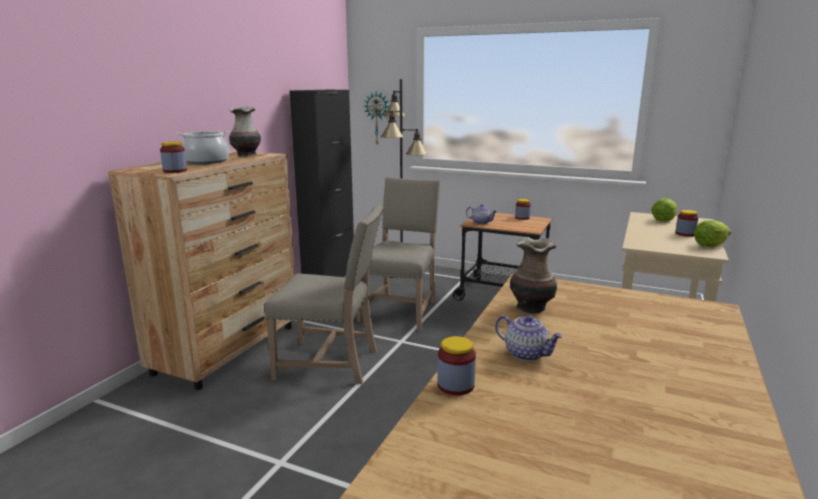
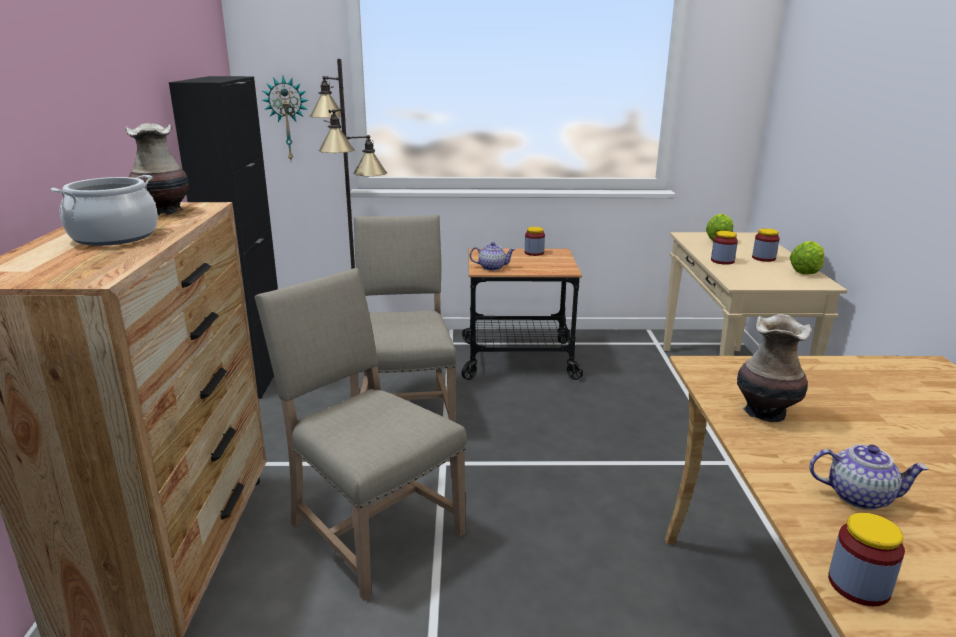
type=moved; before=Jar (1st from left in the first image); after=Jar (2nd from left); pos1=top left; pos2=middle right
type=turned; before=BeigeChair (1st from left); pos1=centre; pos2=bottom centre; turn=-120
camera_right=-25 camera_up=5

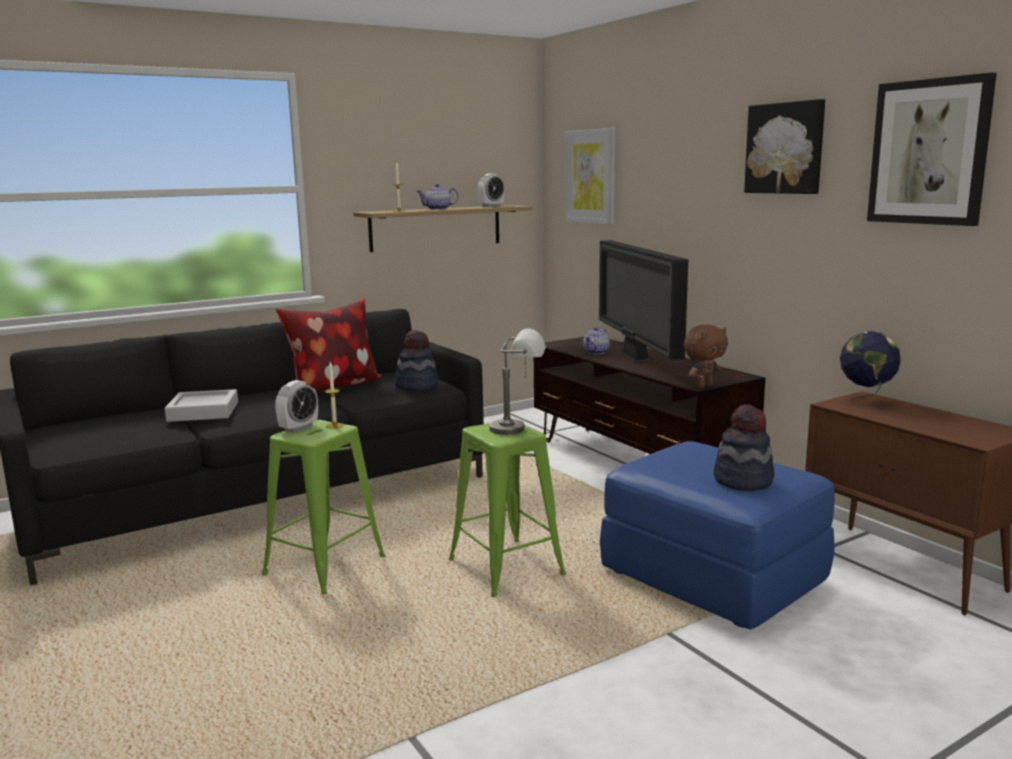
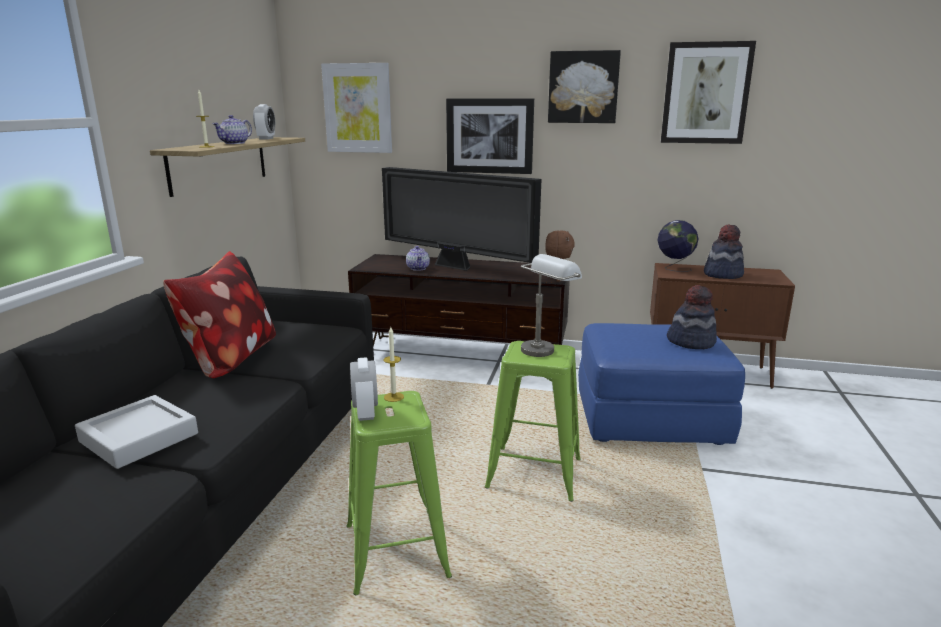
type=moved; before=Hat (1st from left in the first image); after=Hat (2nd from left); pos1=centre; pos2=middle right
type=added; after=Picture (2nd from left); pos2=top centre
camera_right=-45 camera_up=5

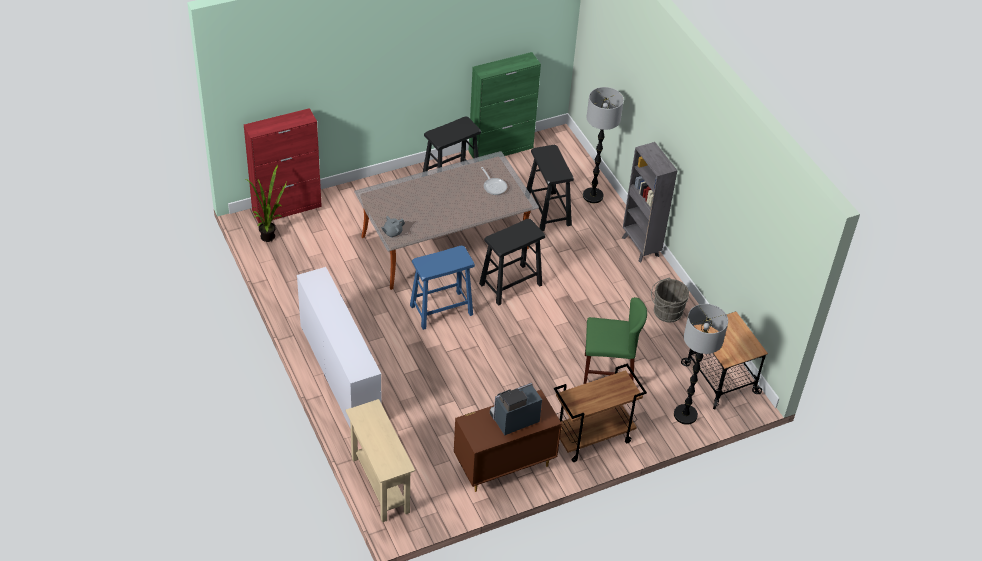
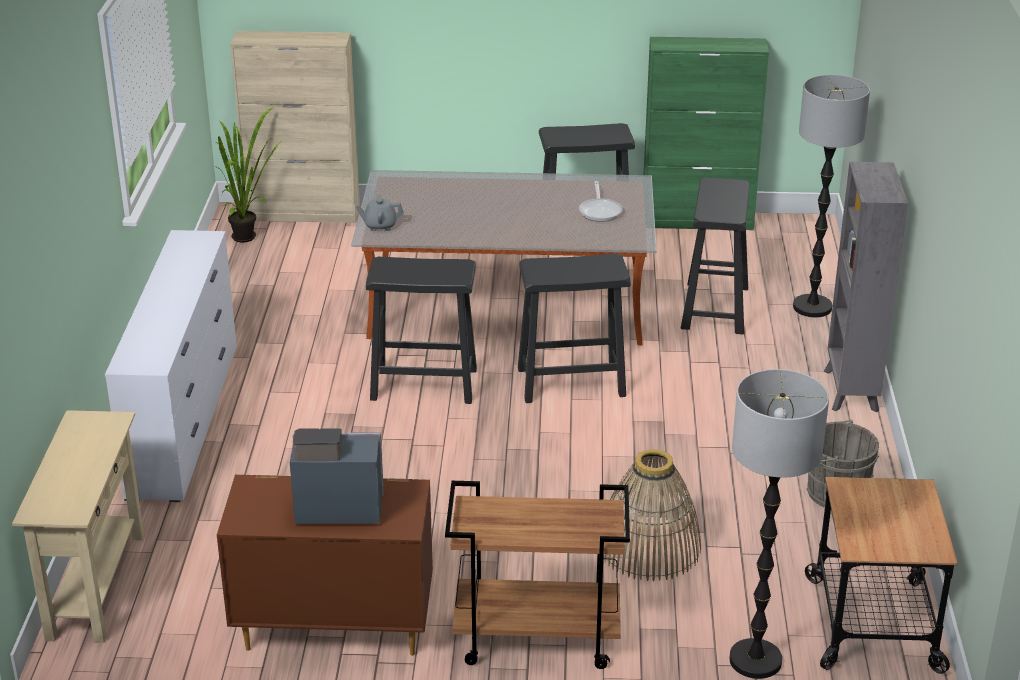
type=recoloured; before=RedCabinet; after=BeigeCabinet; pos1=top left; pos2=top left
type=recoloured; before=BlueStool; after=BlackStool (1st from left); pos1=centre; pos2=centre
type=replaced; before=GreenChair; after=Basket; pos1=centre; pos2=bottom centre
camera_right=30 camera_up=-15

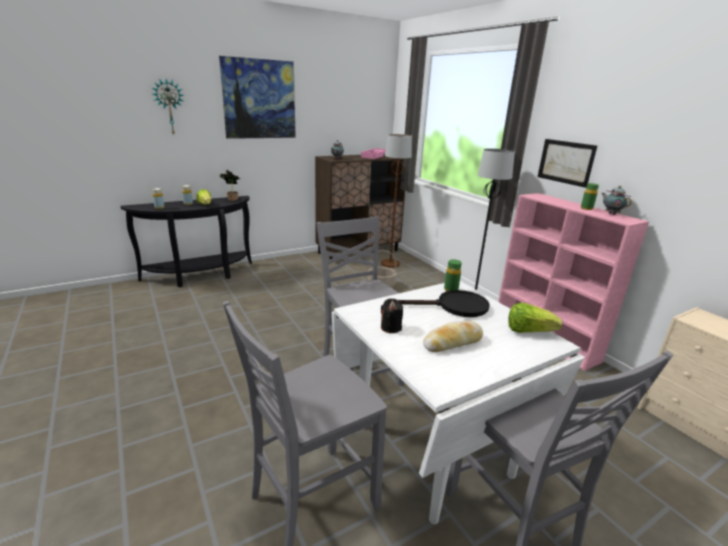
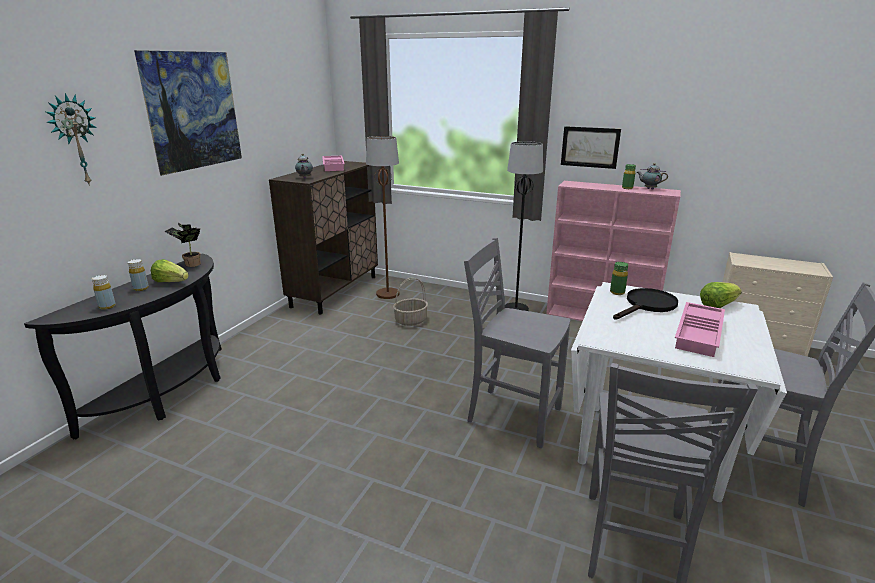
type=removed; before=BlackCandle; pos1=centre
type=replaced; before=Bread; after=PinkTray (2nd from left); pos1=centre; pos2=middle right
camera_right=-35 camera_up=0

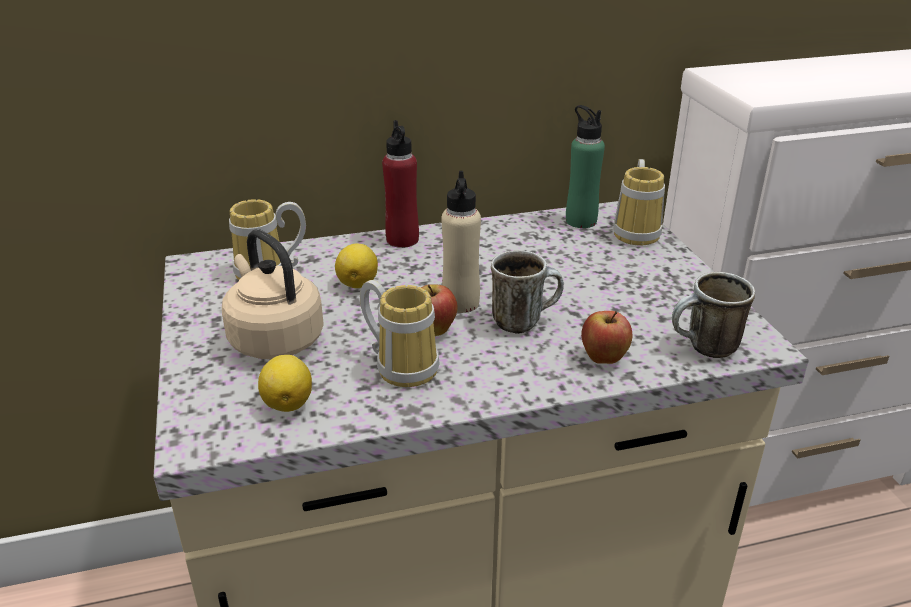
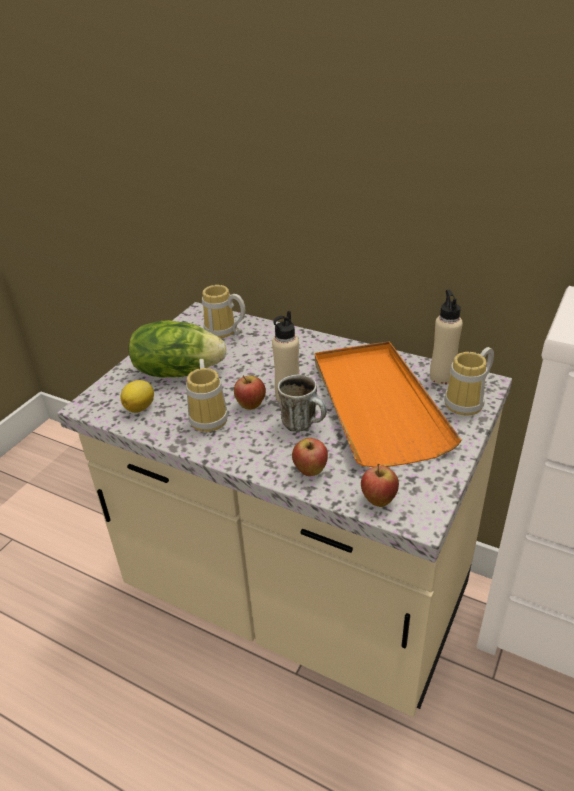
type=recoloured; before=GreenBottle; after=BeigeBottle (2nd from left); pos1=top centre; pos2=middle right
type=removed; before=RedBottle; pos1=top centre
type=replaced; before=BeigeKettle; after=Lettuce; pos1=middle left; pos2=middle left
type=removed; before=Lemon (2nd from left); pos1=centre
type=replaced; before=Mug (5th from left); after=Apple (3rd from left); pos1=middle right; pos2=centre
type=added; after=OrangeTray; pos2=middle right
camera_right=45 camera_up=5

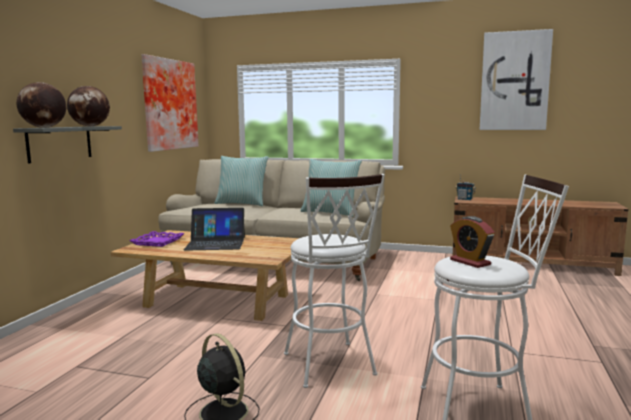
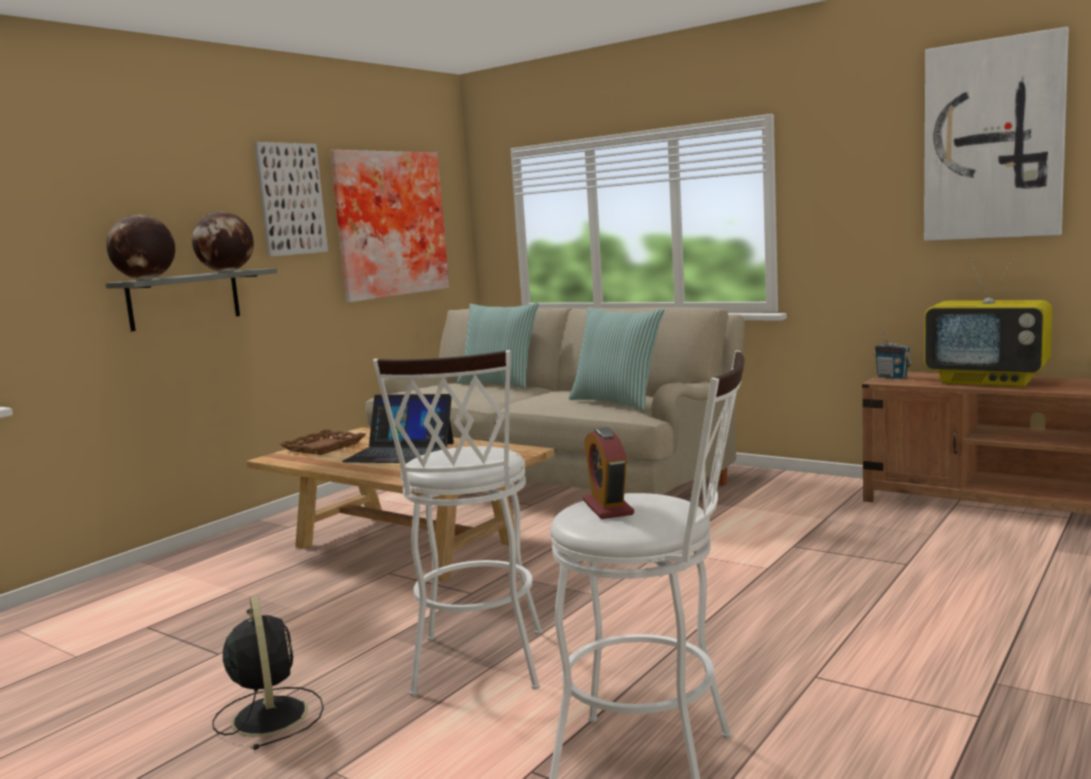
type=recoloured; before=PurpleTray; after=BrownTray; pos1=middle left; pos2=middle left
type=added; after=Picture (1st from left); pos2=top left
type=added; after=Television; pos2=middle right
camera_right=20 camera_up=0

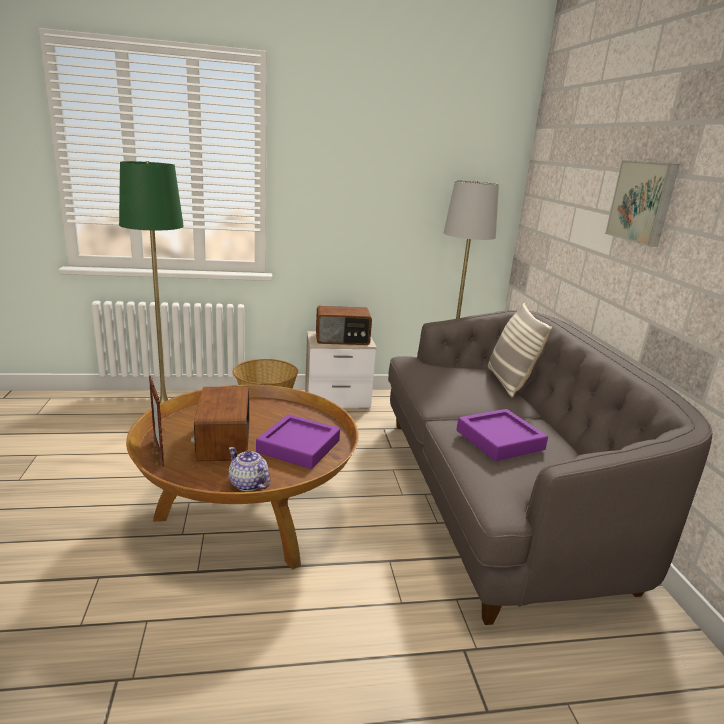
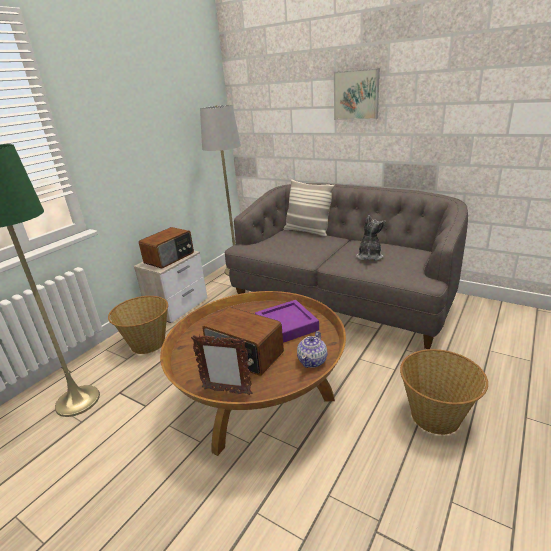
type=replaced; before=PurpleTray (2nd from left); after=PlushToy; pos1=middle right; pos2=middle right
type=turned; before=Teapot; pos1=centre; pos2=centre; turn=-60
type=added; after=Basket (2nd from left); pos2=bottom right
camera_right=-45 camera_up=5

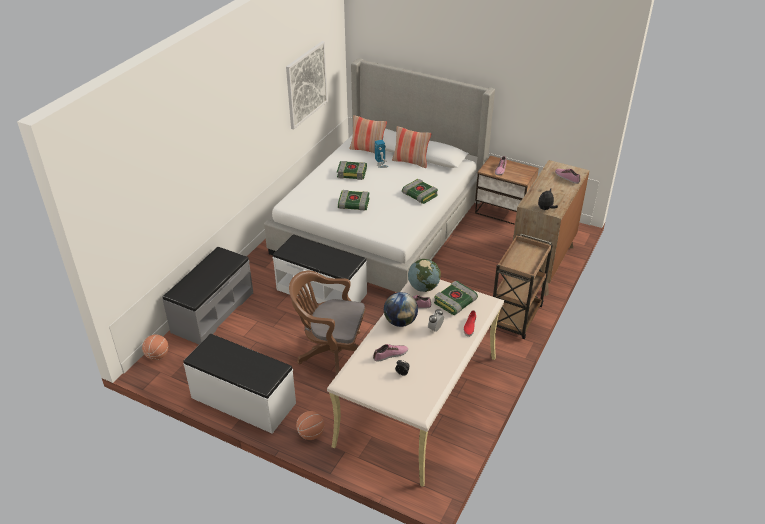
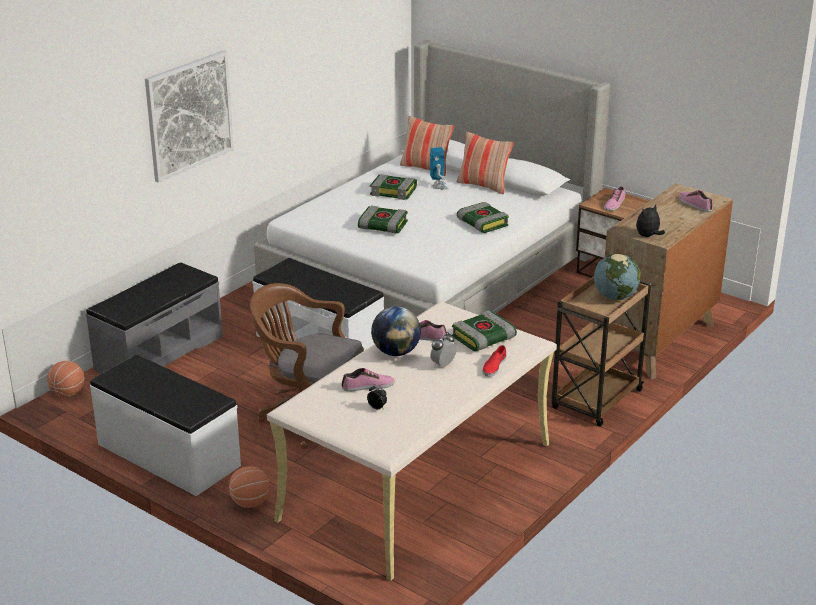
type=moved; before=Picture; pos1=top centre; pos2=top left
type=moved; before=Globe (2nd from left); pos1=centre; pos2=middle right
camera_right=10 camera_up=-10

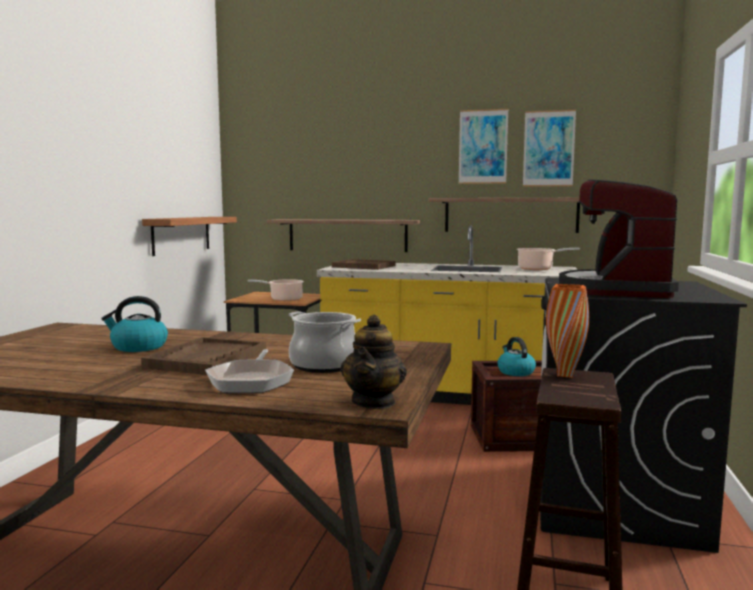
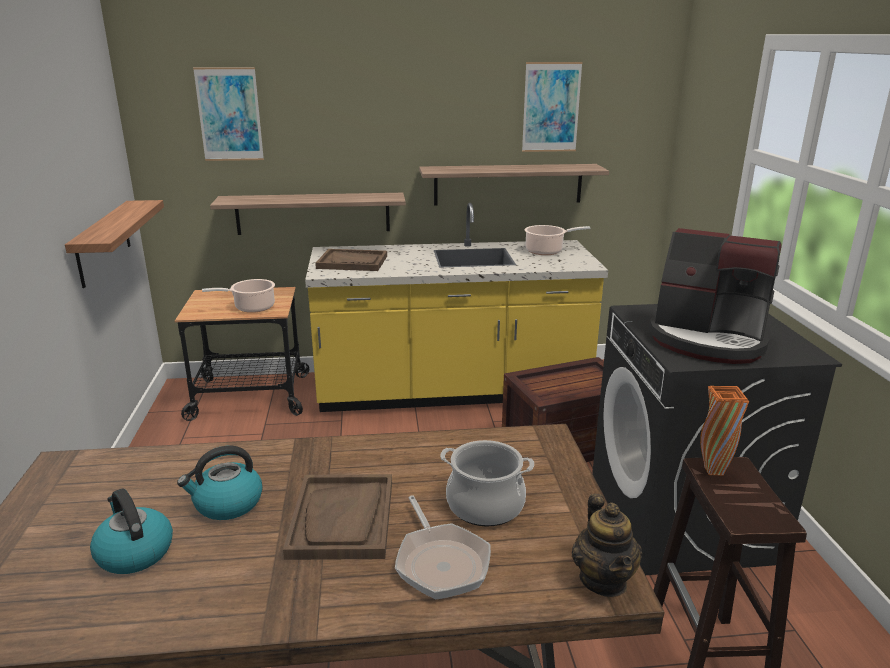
type=moved; before=Picture (1st from left); pos1=top centre; pos2=top left
type=turned; before=CoffeeMachine; pos1=middle right; pos2=middle right; turn=-60
type=moved; before=Kettle (2nd from left in the first image); after=Kettle (1st from left); pos1=middle right; pos2=bottom left
camera_right=-20 camera_up=15

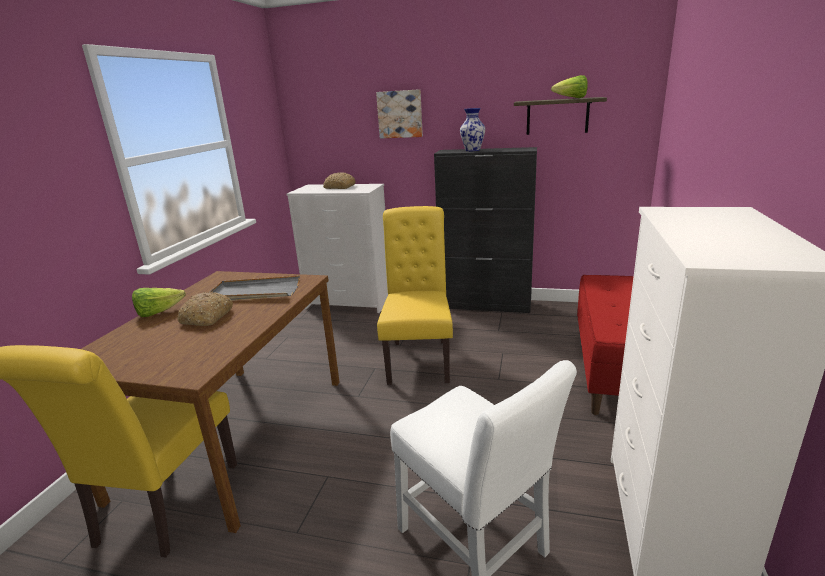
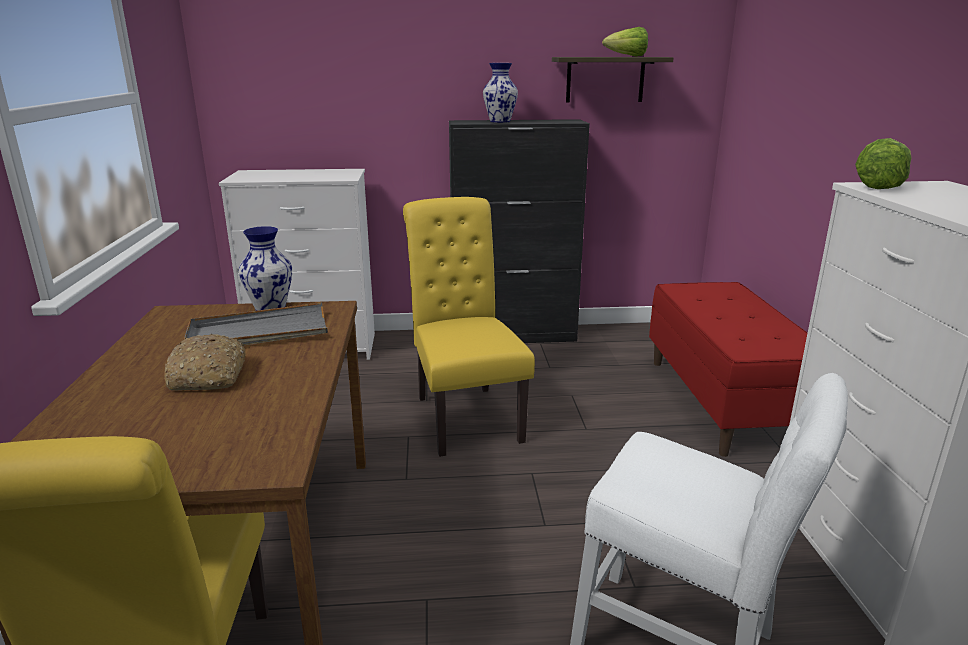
type=removed; before=Picture; pos1=top centre
type=removed; before=Bread (2nd from left); pos1=top centre
type=moved; before=Lettuce (1st from left in the first image); after=Lettuce (2nd from left); pos1=middle left; pos2=top right
type=added; after=Vase (1st from left); pos2=middle left
camera_right=-20 camera_up=0

